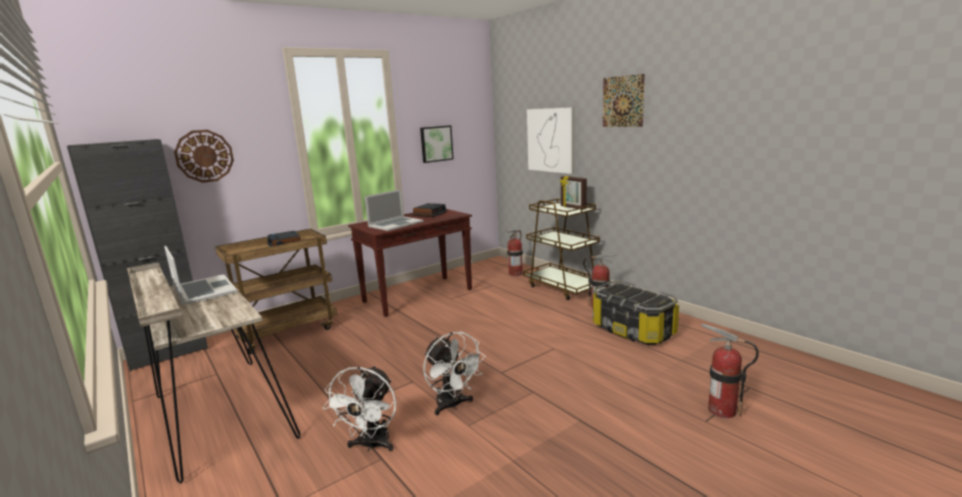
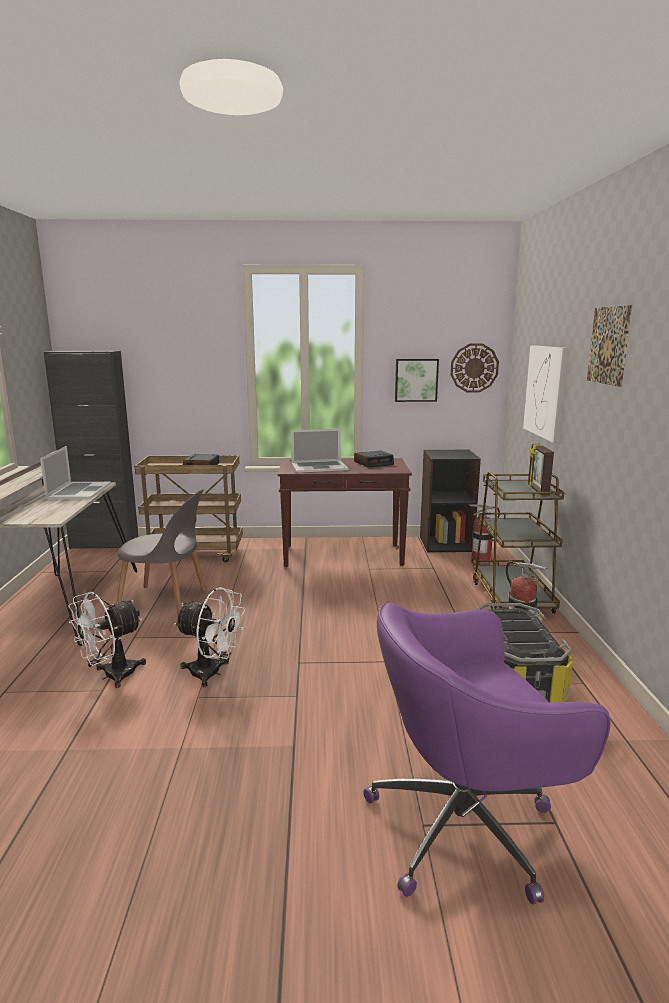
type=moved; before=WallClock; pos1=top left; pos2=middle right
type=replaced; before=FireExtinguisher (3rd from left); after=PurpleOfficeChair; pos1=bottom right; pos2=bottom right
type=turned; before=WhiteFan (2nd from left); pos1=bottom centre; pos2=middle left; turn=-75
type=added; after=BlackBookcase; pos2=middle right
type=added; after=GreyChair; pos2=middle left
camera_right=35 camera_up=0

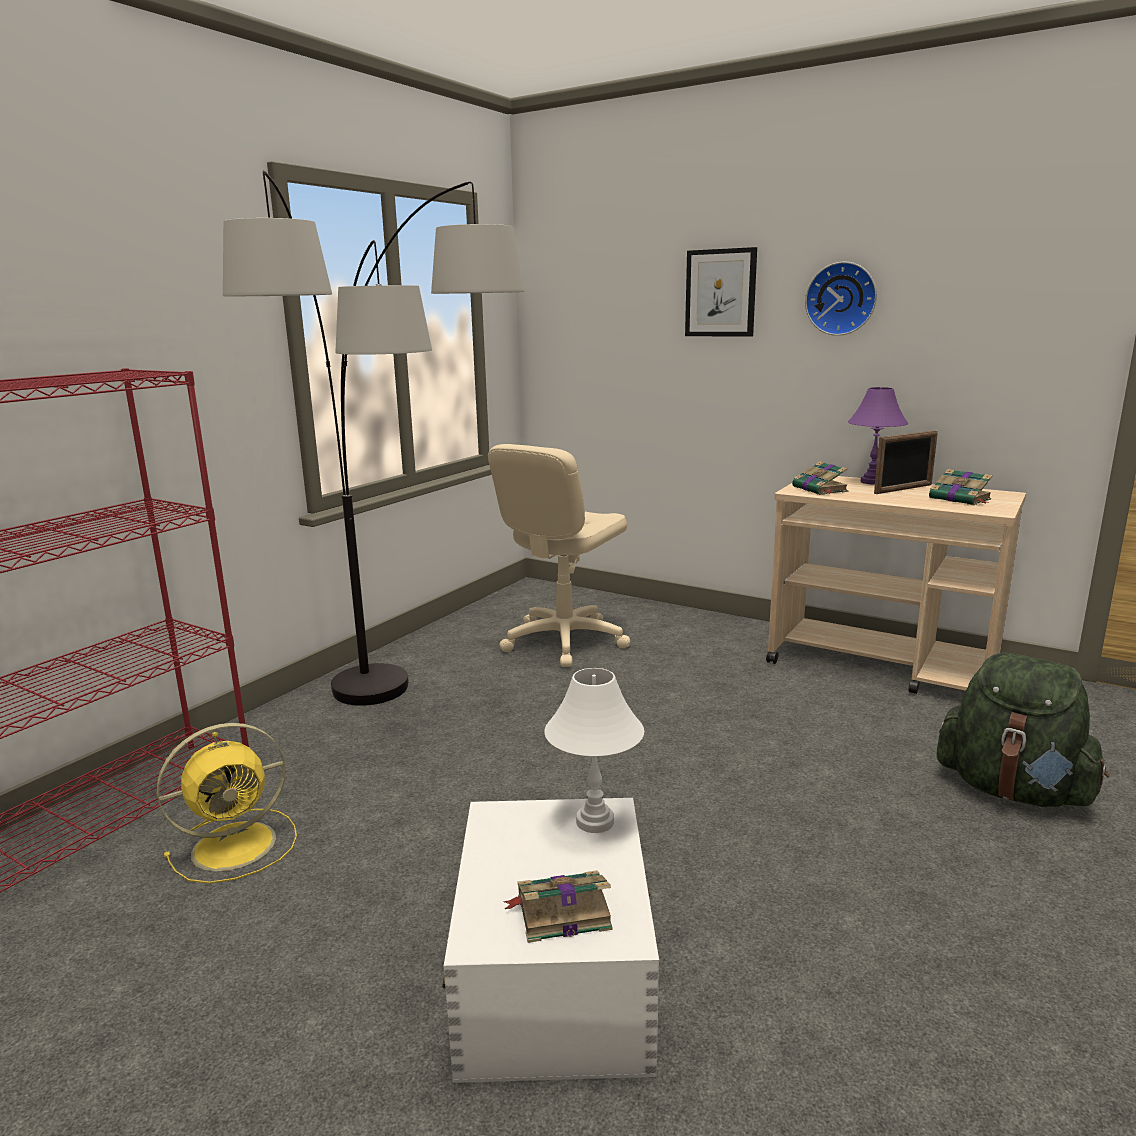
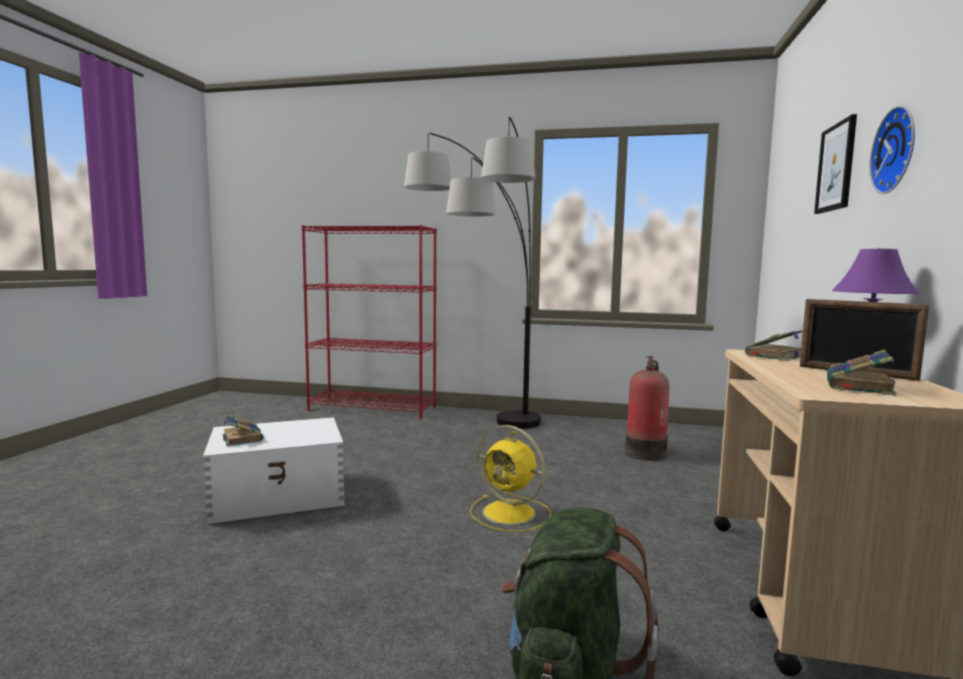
type=replaced; before=BeigeOfficeChair; after=FireExtinguisher; pos1=centre; pos2=middle right
type=removed; before=WhiteTableLamp; pos1=centre
type=moved; before=YellowFan; pos1=bottom left; pos2=bottom centre
camera_right=70 camera_up=-10

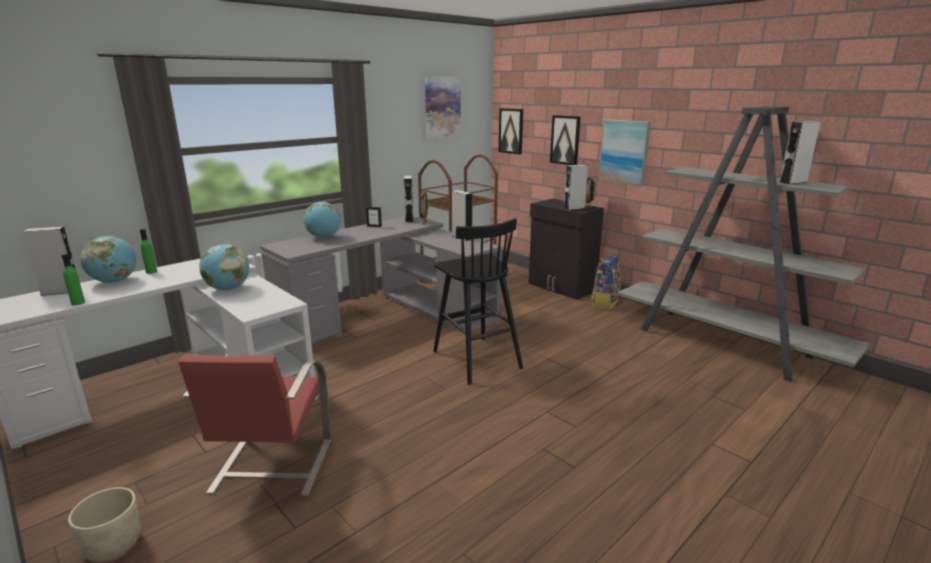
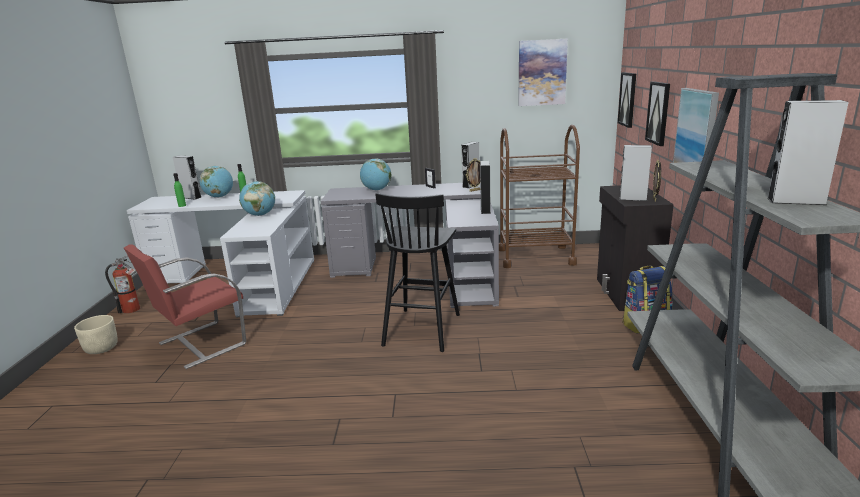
type=added; after=FireExtinguisher; pos2=middle left
camera_right=45 camera_up=0

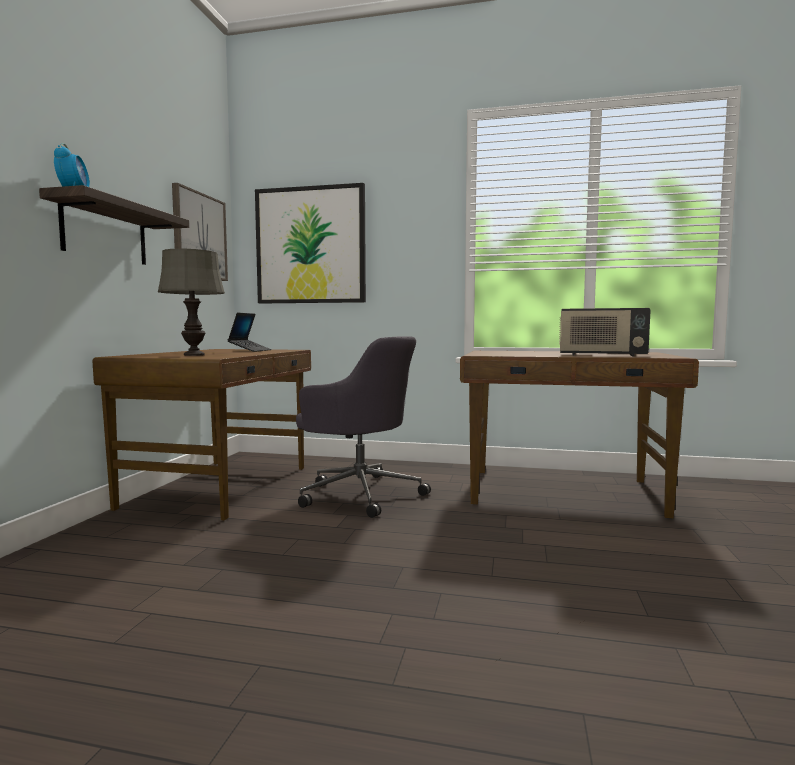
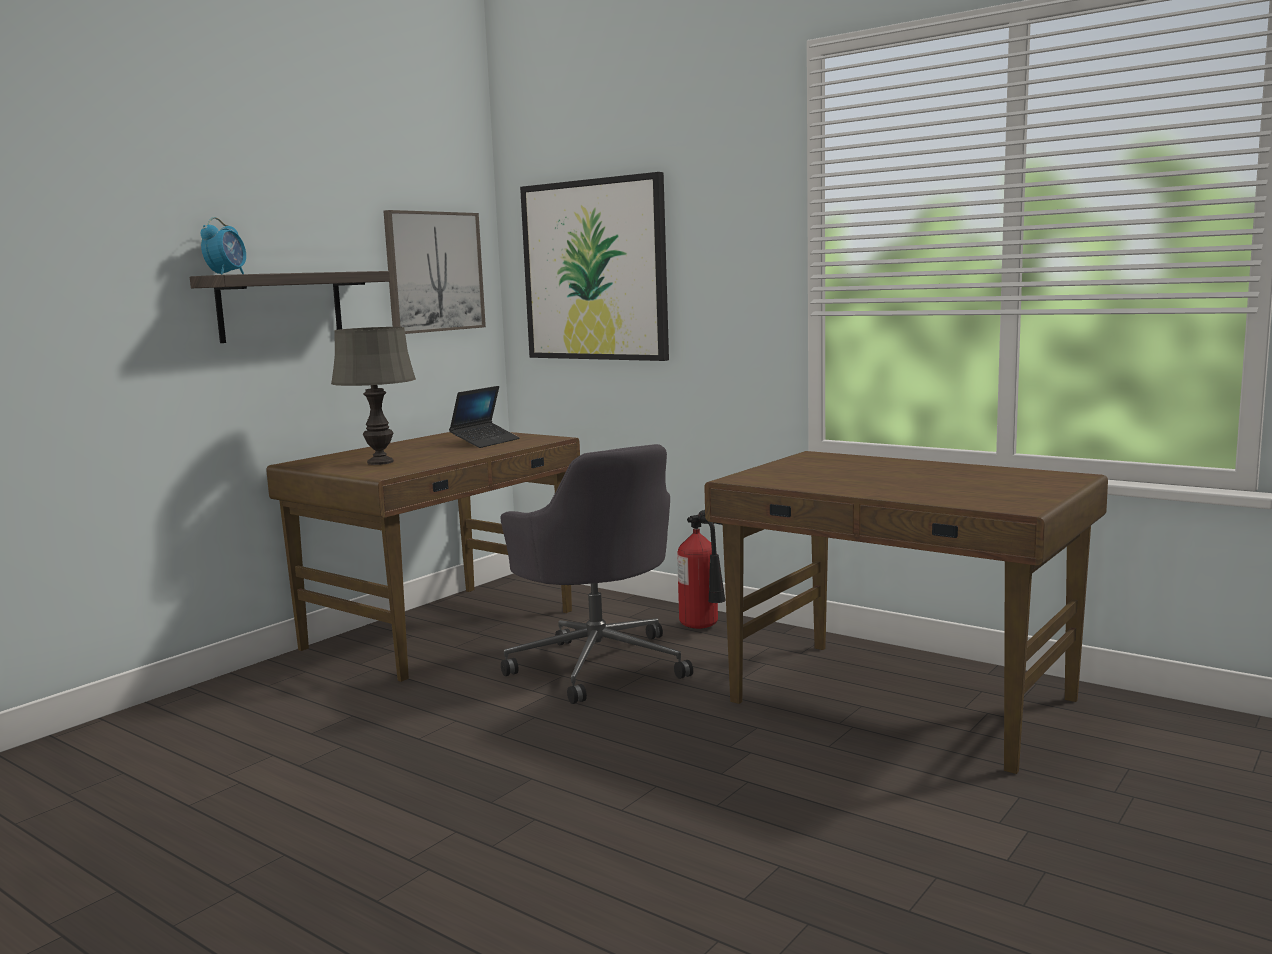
type=removed; before=Radio; pos1=middle right
type=added; after=FireExtinguisher; pos2=centre
camera_right=25 camera_up=5

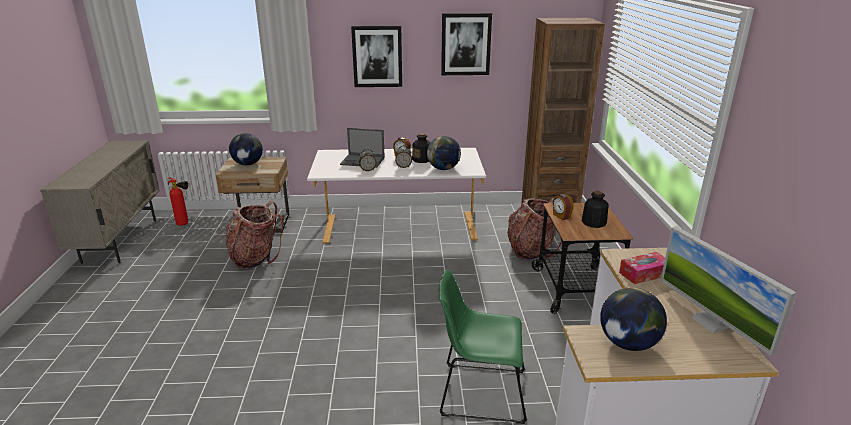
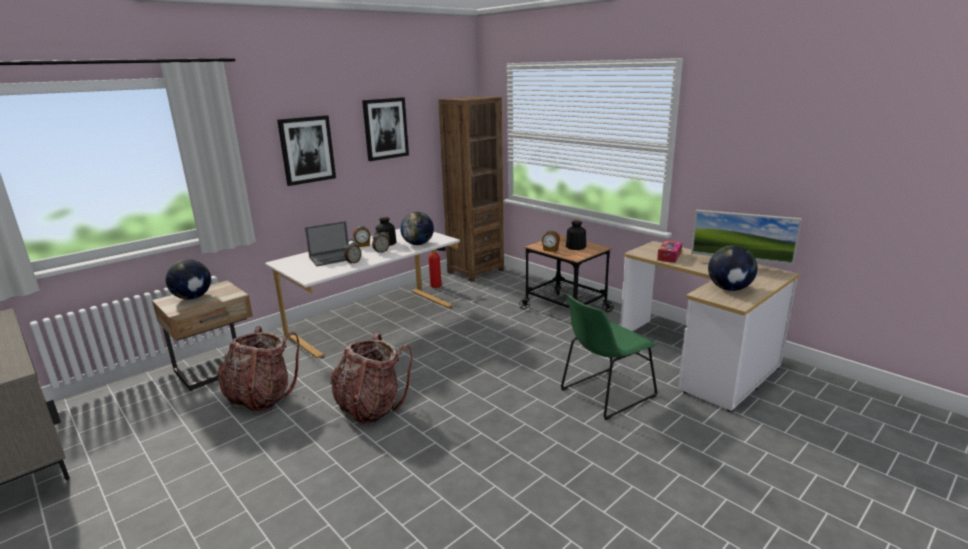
type=moved; before=FireExtinguisher; pos1=middle left; pos2=centre
type=moved; before=Backpack (2nd from left); pos1=centre; pos2=bottom centre
camera_right=-40 camera_up=-5

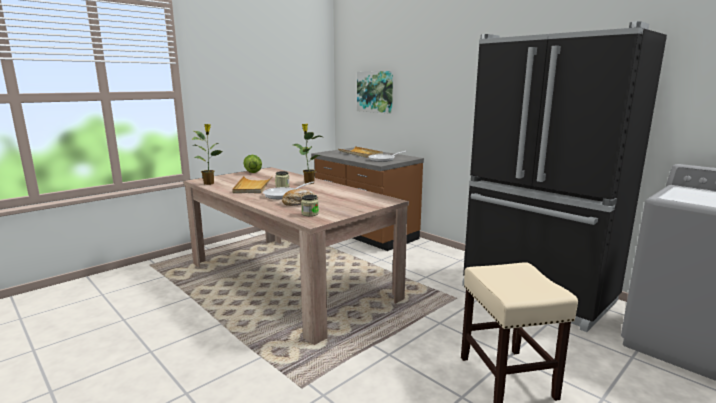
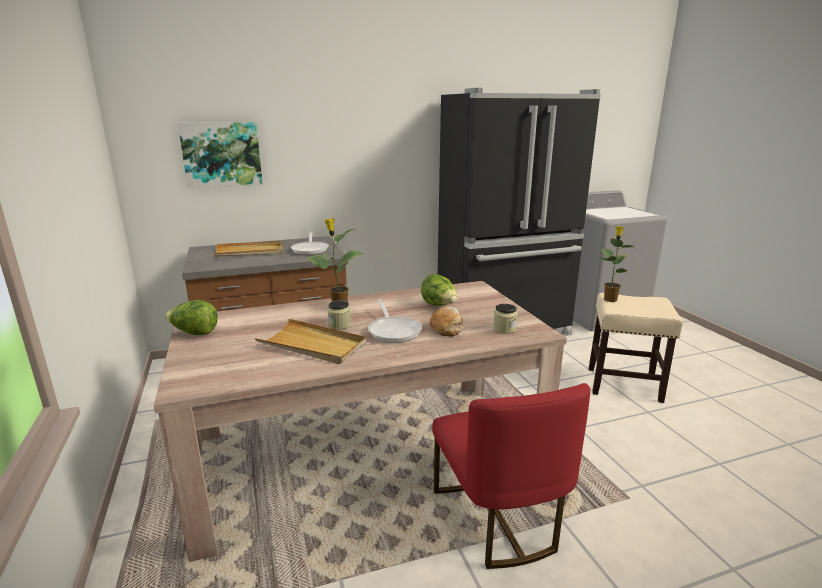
type=moved; before=PottedPlant (1st from left in the first image); after=PottedPlant (2nd from left); pos1=middle left; pos2=middle right
type=added; after=Lettuce (2nd from left); pos2=centre
type=added; after=RedChair; pos2=bottom centre
camera_right=-65 camera_up=5

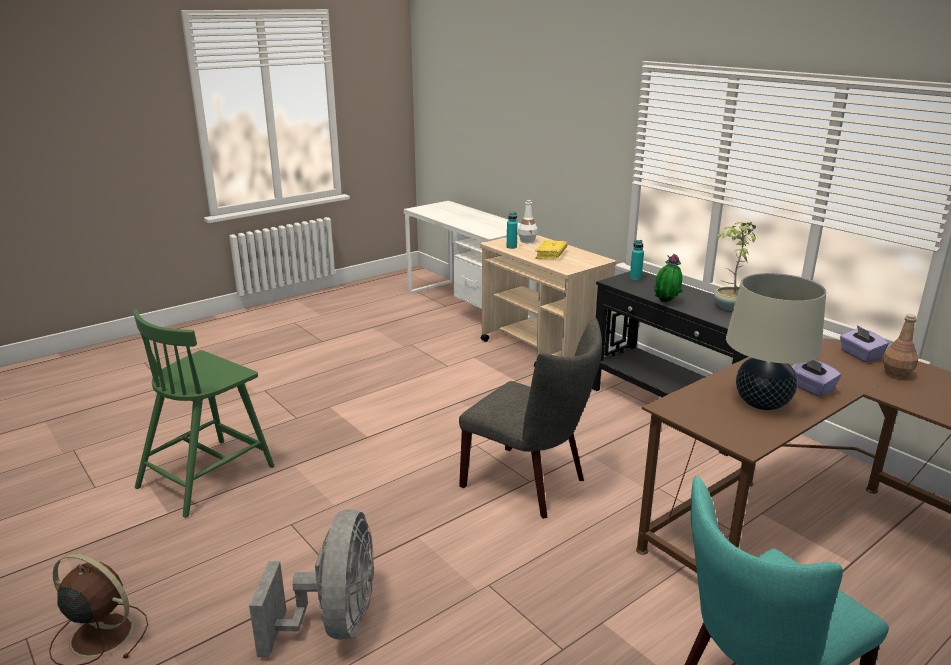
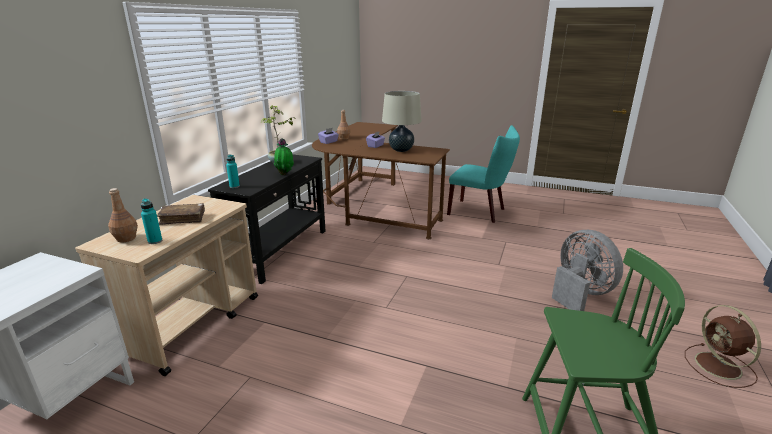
type=recoloured; before=WhiteBottle; after=BrownBottle (1st from left); pos1=top centre; pos2=middle left
type=recoloured; before=YellowBook; after=BrownBook; pos1=centre; pos2=middle left
type=removed; before=GreyChair; pos1=centre
type=turned; before=GreyFan; pos1=bottom left; pos2=middle right; turn=90
camera_right=-120 camera_up=0

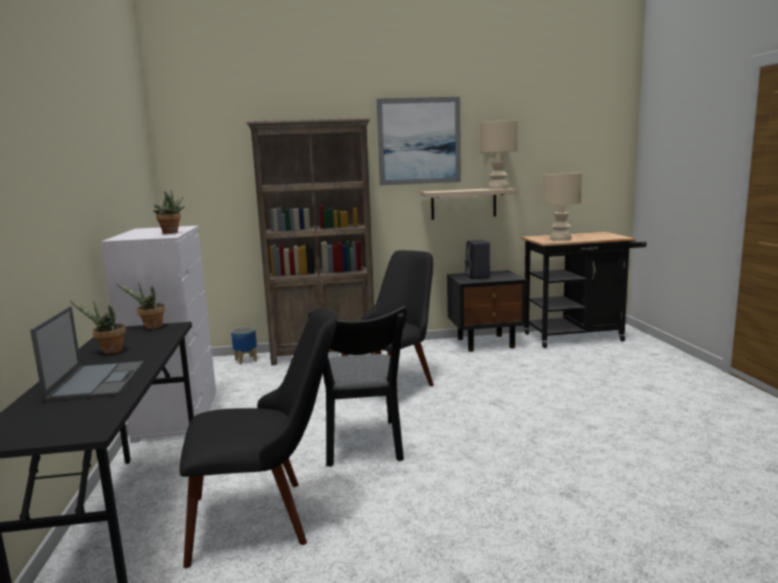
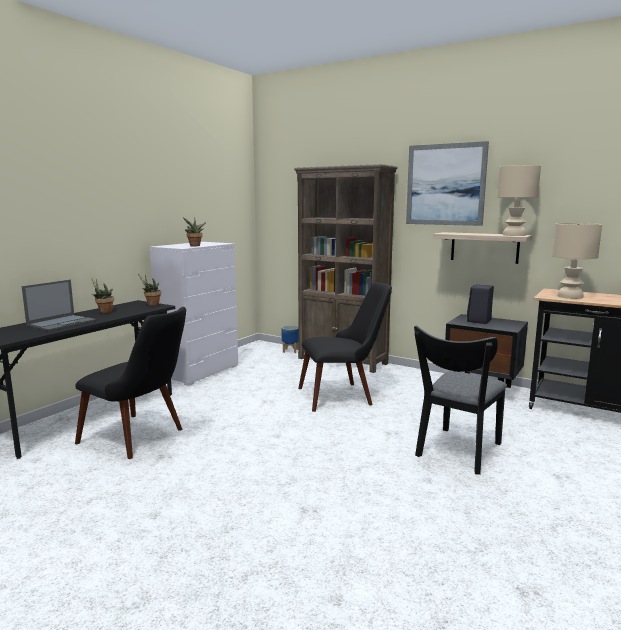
type=moved; before=BlackChair (2nd from left in the first image); after=BlackChair (3rd from left); pos1=centre; pos2=middle right
camera_right=40 camera_up=0

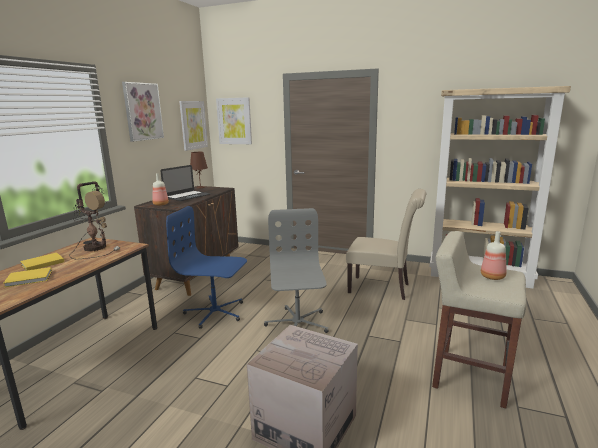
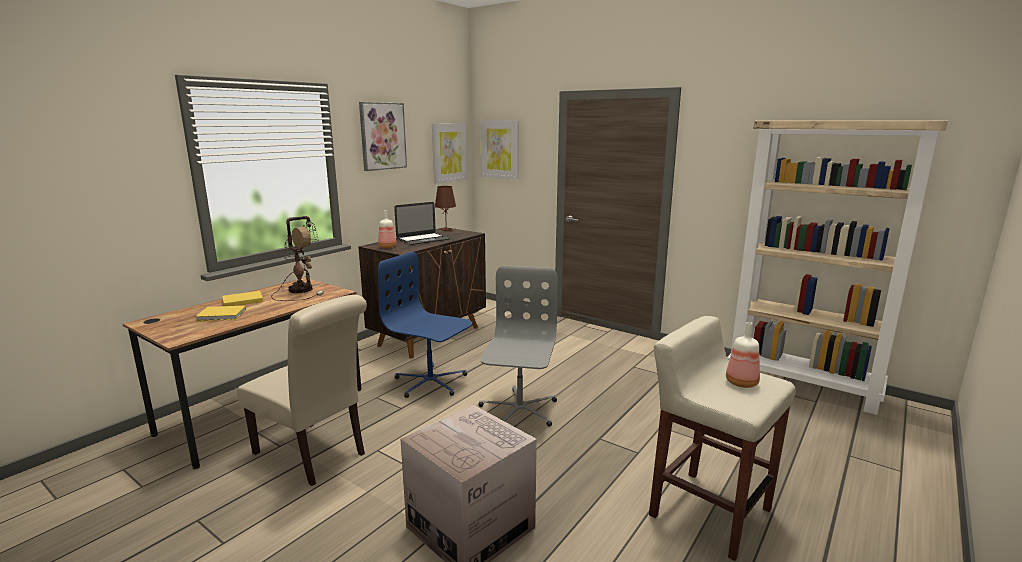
type=moved; before=BeigeChair; pos1=centre; pos2=bottom left
camera_right=15 camera_up=0

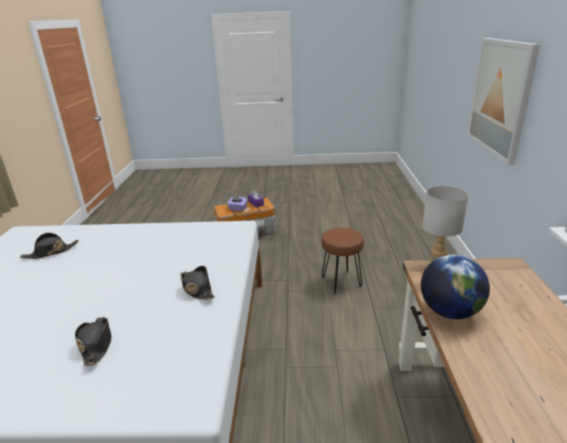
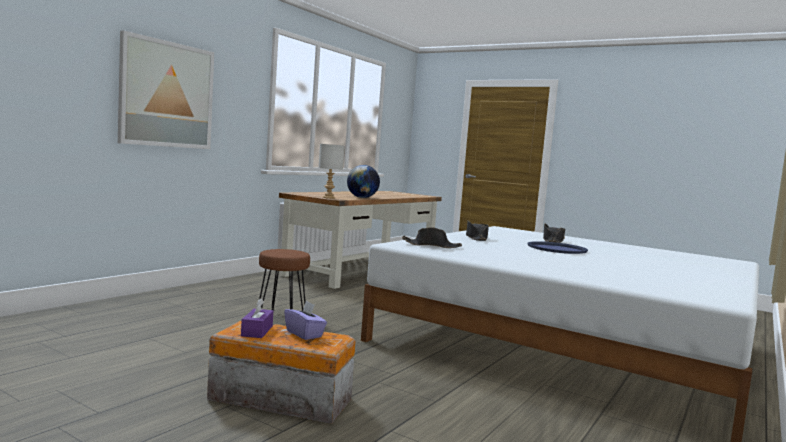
type=moved; before=BlackHat (1st from left); pos1=middle left; pos2=centre
type=added; after=BlueTray; pos2=middle right
camera_right=-150 camera_up=-20

